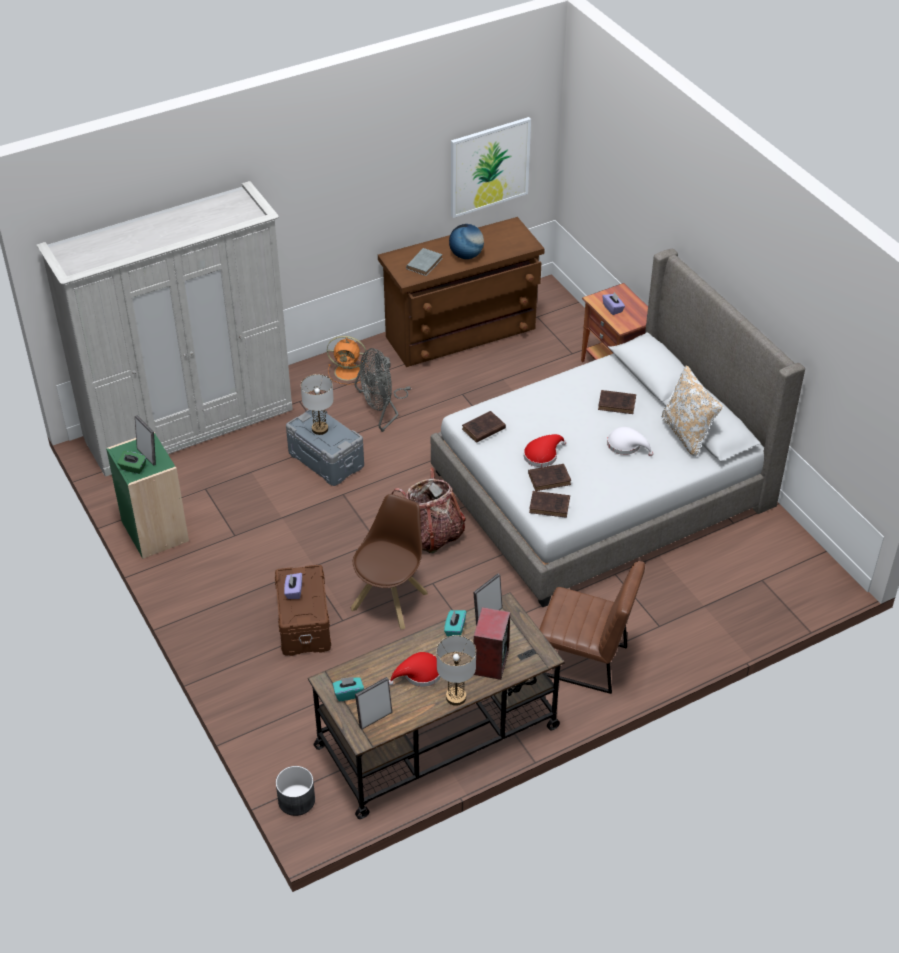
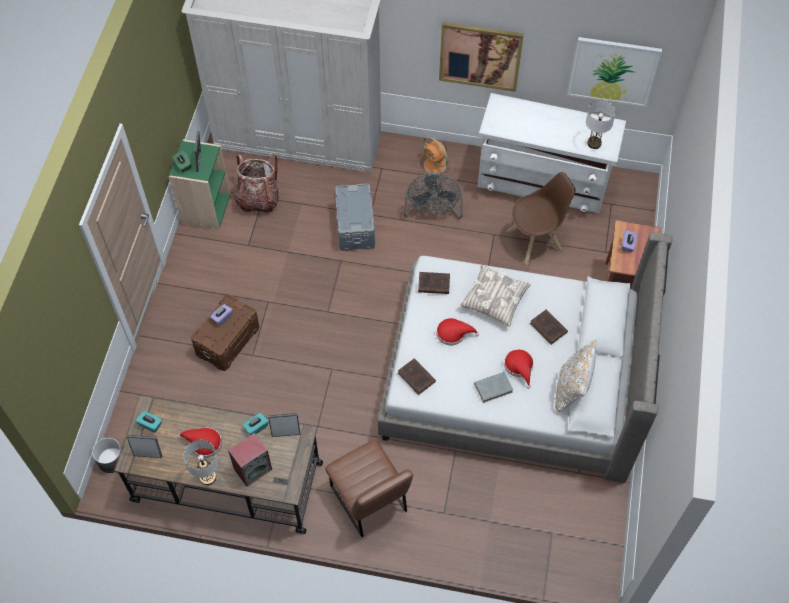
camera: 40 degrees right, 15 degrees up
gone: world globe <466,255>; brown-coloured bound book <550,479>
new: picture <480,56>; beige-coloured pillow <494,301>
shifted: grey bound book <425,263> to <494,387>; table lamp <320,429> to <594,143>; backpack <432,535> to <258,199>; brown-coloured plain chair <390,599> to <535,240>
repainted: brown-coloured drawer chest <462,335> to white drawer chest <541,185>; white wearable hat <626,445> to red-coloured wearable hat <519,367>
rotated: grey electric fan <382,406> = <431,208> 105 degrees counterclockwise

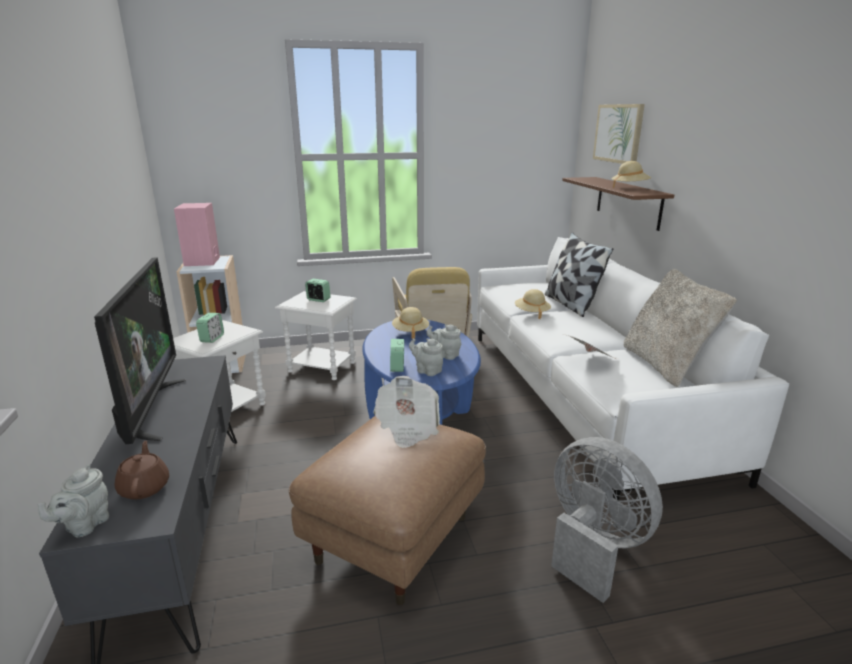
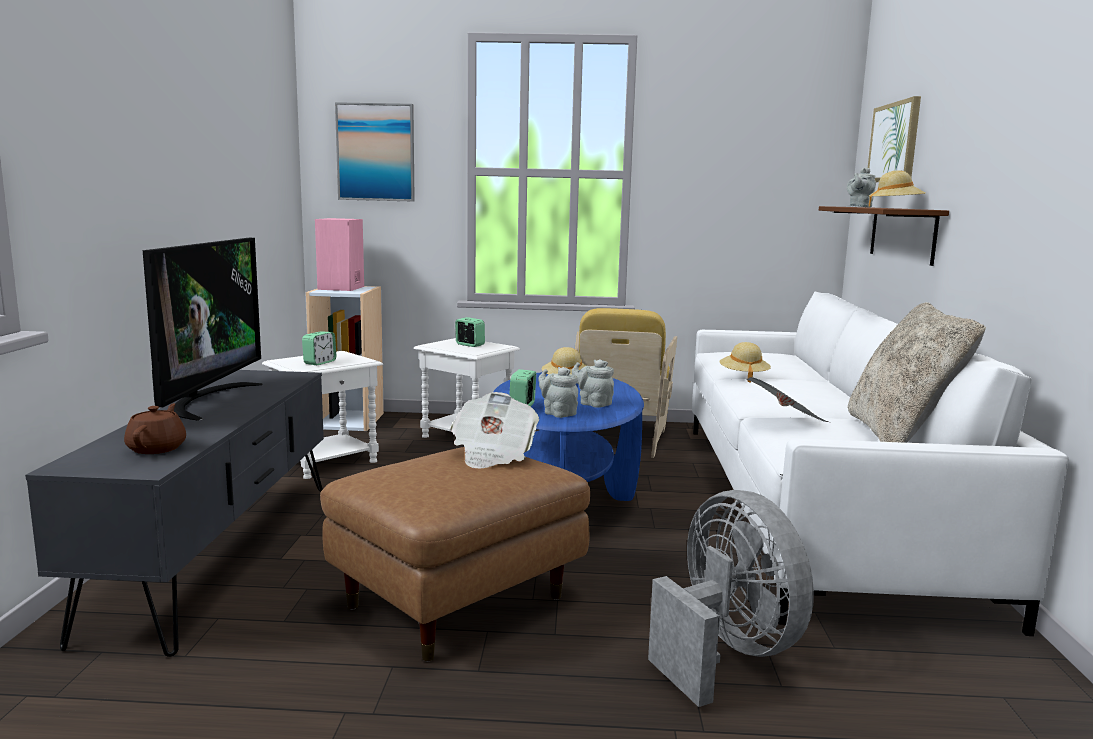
camera: 15 degrees right, 10 degrees down
gone: pillow <570,304>
new: picture <376,152>
shifted: grey teapot <85,525> to <859,207>

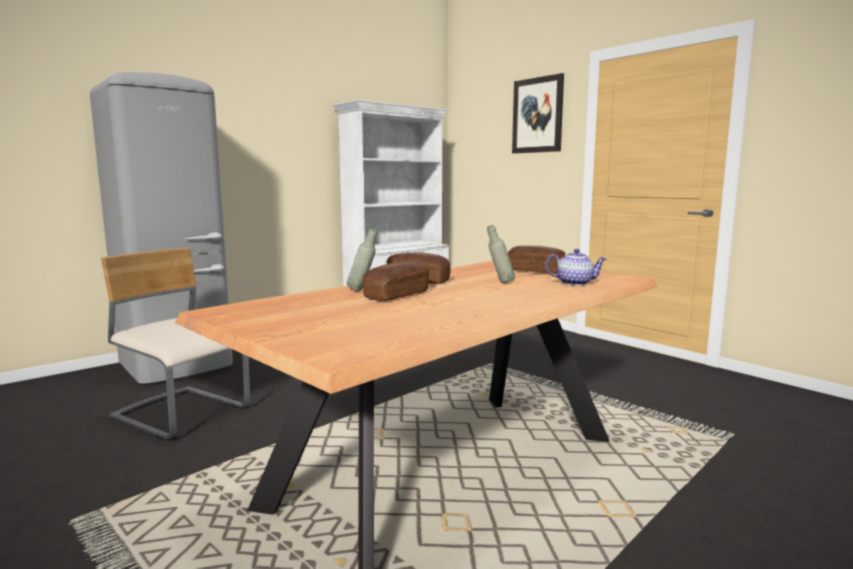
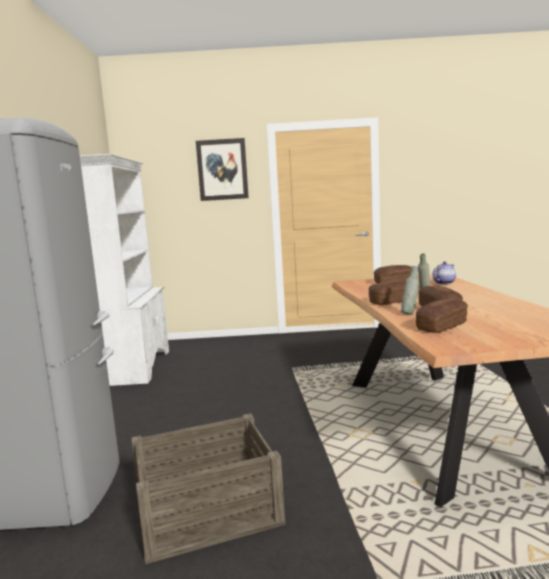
camera: 50 degrees left, 0 degrees up
new: bread <442,326>
swapped: beige-coloured plain chair <182,414> to packing crate <207,510>

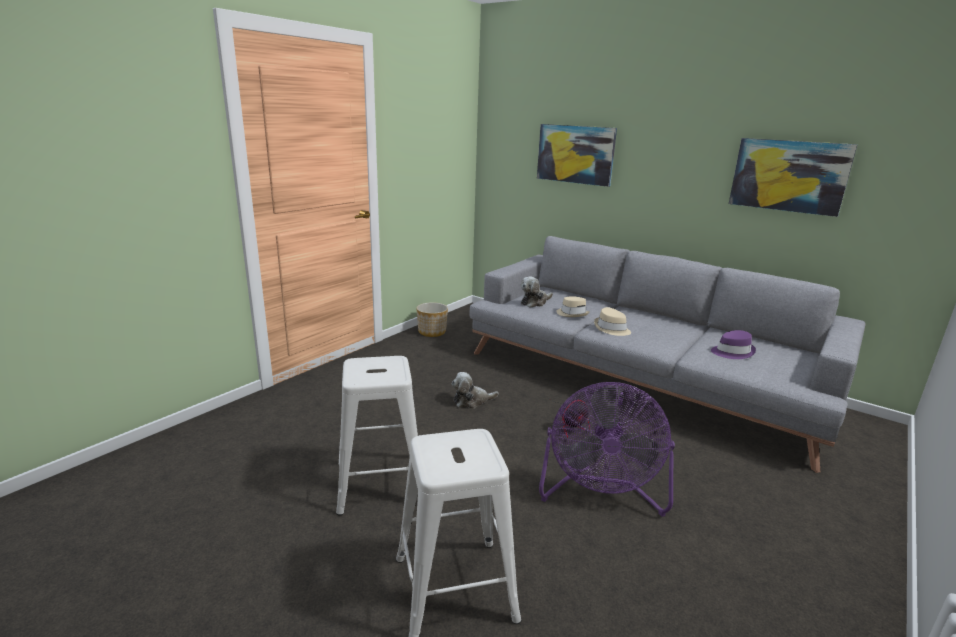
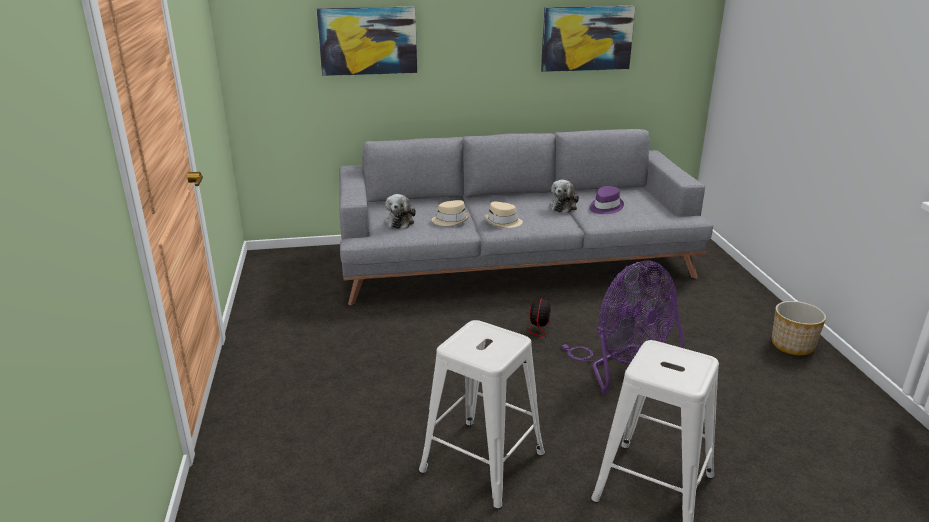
camera: 45 degrees left, 5 degrees up
shifted: flower pot <432,332> to <792,345>; cuddly toy <471,401> to <564,206>

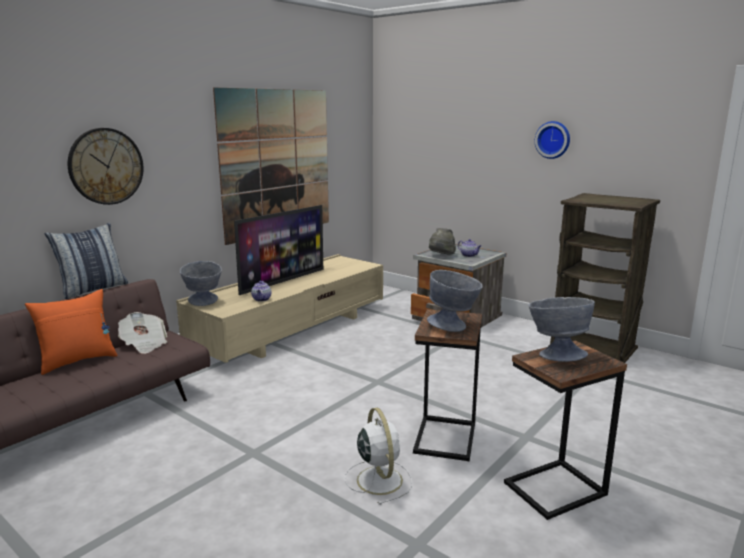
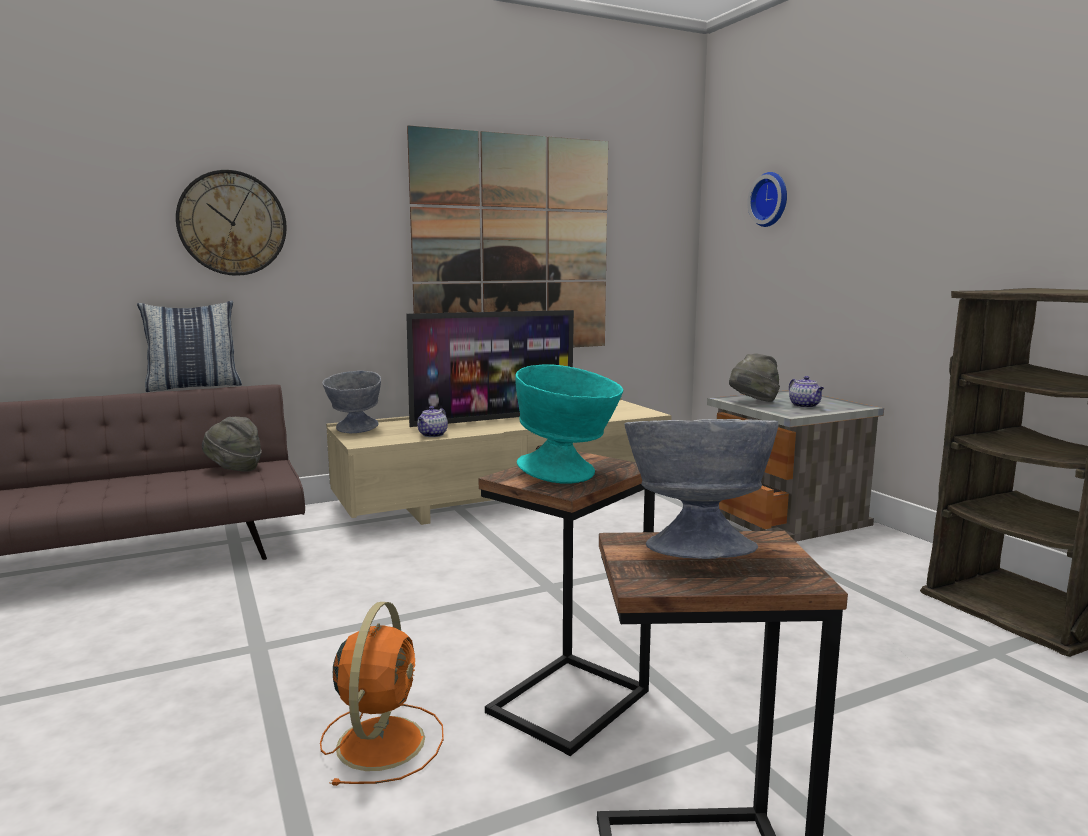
camera: 25 degrees right, 5 degrees down
gone: orange pillow <78,362>
shifted: wall clock <553,140> to <771,199>
swapped: printed paper <144,344> to grey wearable hat <234,469>
repainted: grey deep dish <454,326> to turquoise deep dish <568,476>; white electric fan <378,479> to orange electric fan <382,740>

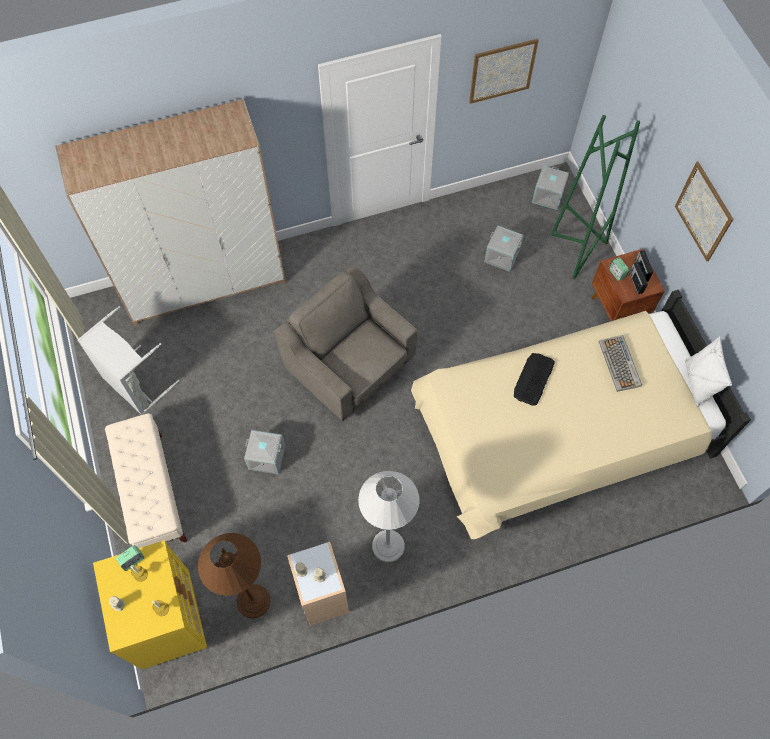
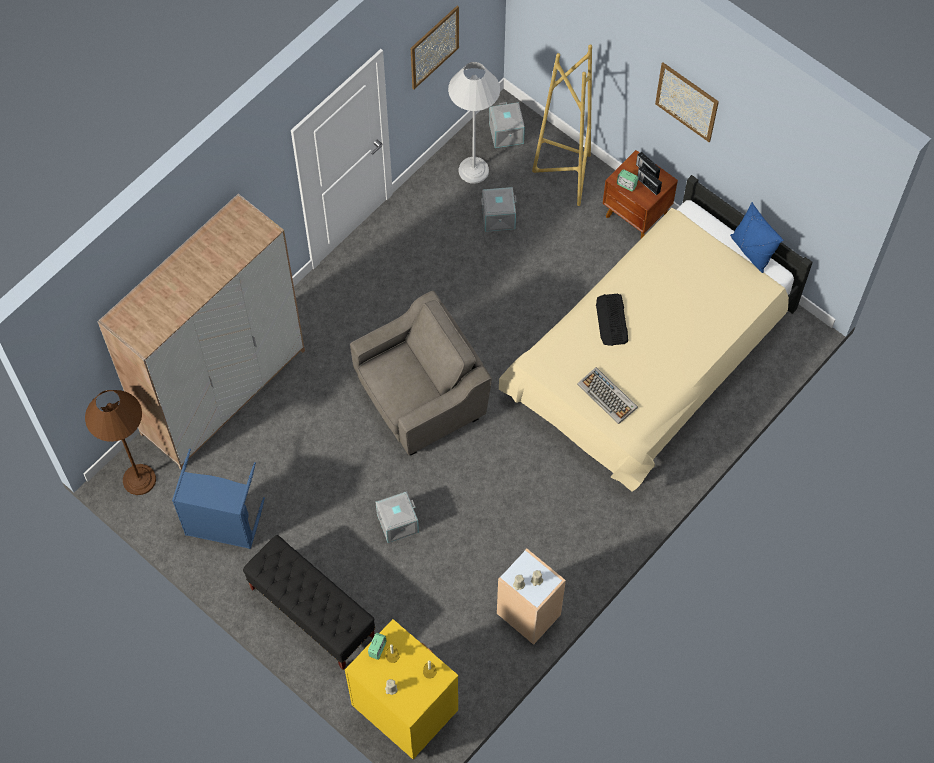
camera: 30 degrees left, 0 degrees up
shifted: PC keyboard <620,364> to <608,396>; white floor lamp <388,545> to <473,170>; brown-coloured floor lamp <253,601> to <139,479>
repainted: green clothes rack <577,252> to yellow clothes rack <567,177>; grey laundry basket <134,385> to blue laundry basket <222,525>; white pillow <697,382> to blue pillow <751,251>; beige-coloured indoor bench <152,493> to black-coloured indoor bench <312,612>
rotated: grey lounge chair <350,366> = <421,398> 135 degrees clockwise

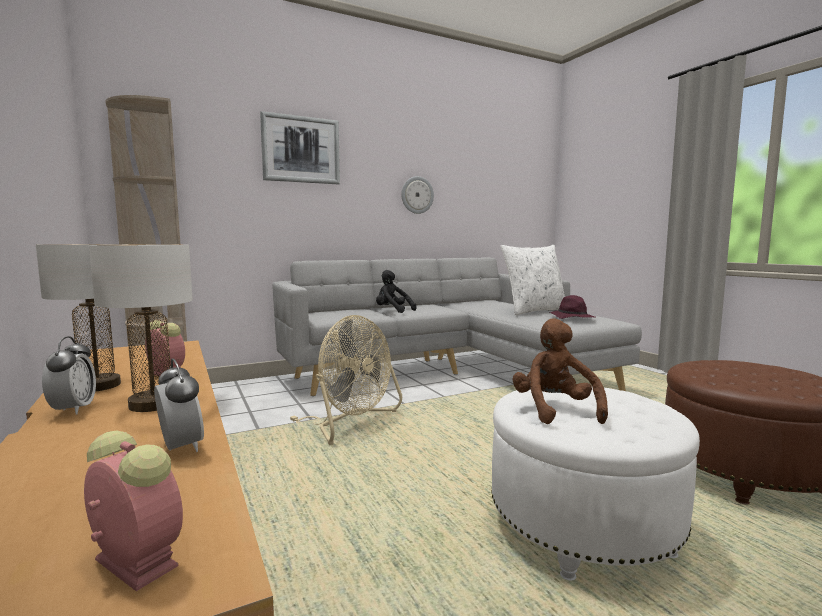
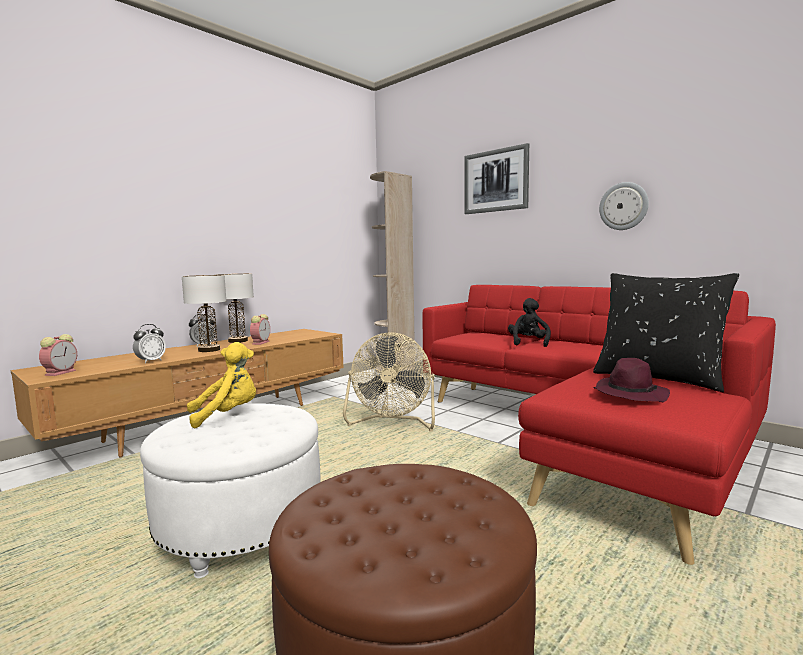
camera: 70 degrees right, 0 degrees up
repainted: white pillow <534,311> to black-coloured pillow <658,378>; grey couch <456,374> to red-coloured couch <584,437>; brown-coloured cuddly toy <555,410> to yellow cuddly toy <227,415>

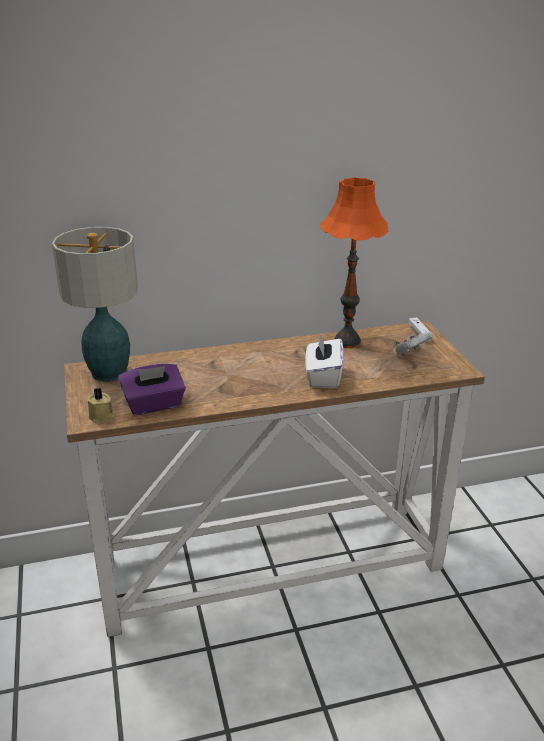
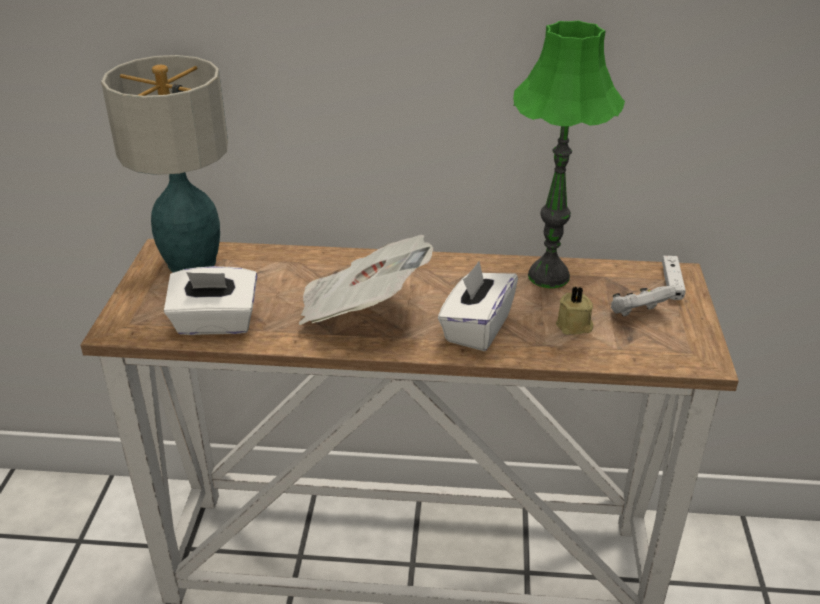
camera: 20 degrees right, 5 degrees up
new: printed paper <361,310>
shifted: beige-coloured candle <102,416> to <574,326>
repainted: orange table lamp <347,342> to green table lamp <548,277>; purple-coloured tissue holder <154,405> to white tissue holder <215,323>

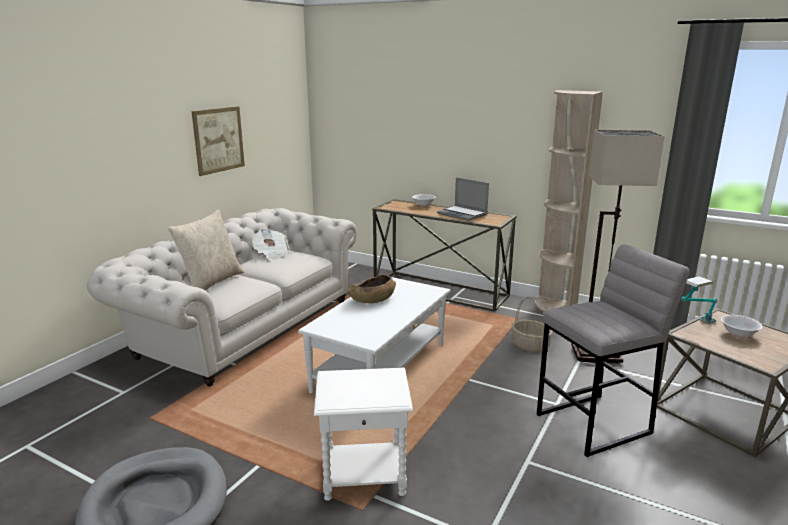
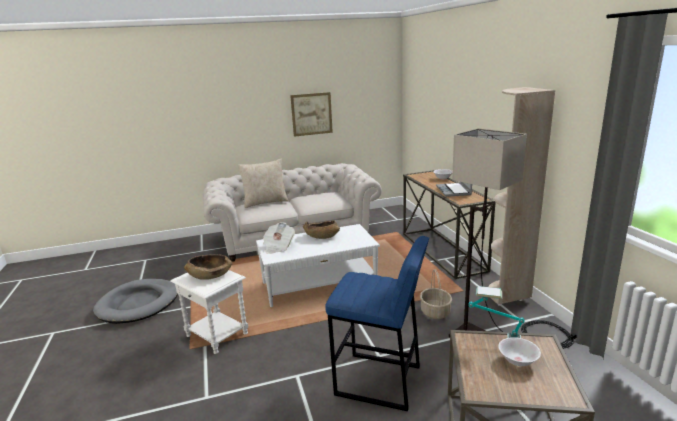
camera: 45 degrees right, 0 degrees up
new: brown-coloured deep dish <210,275>
shifted: printed paper <271,254> to <278,247>
repainted: grey stool <595,423> to blue stool <380,381>

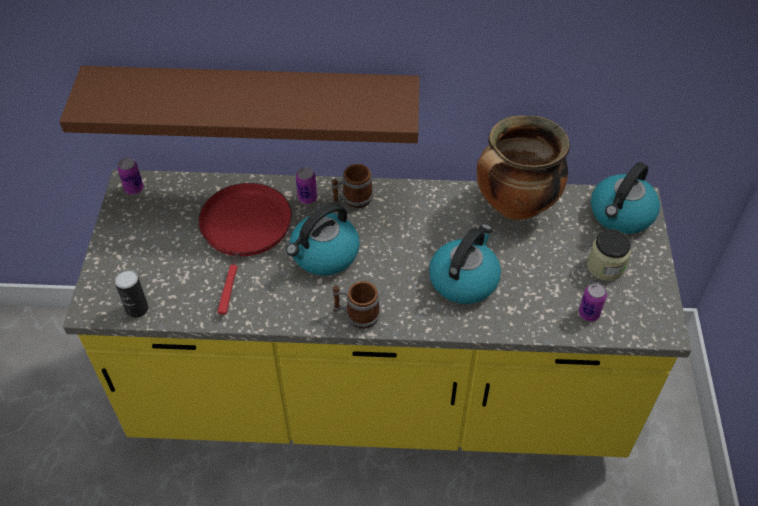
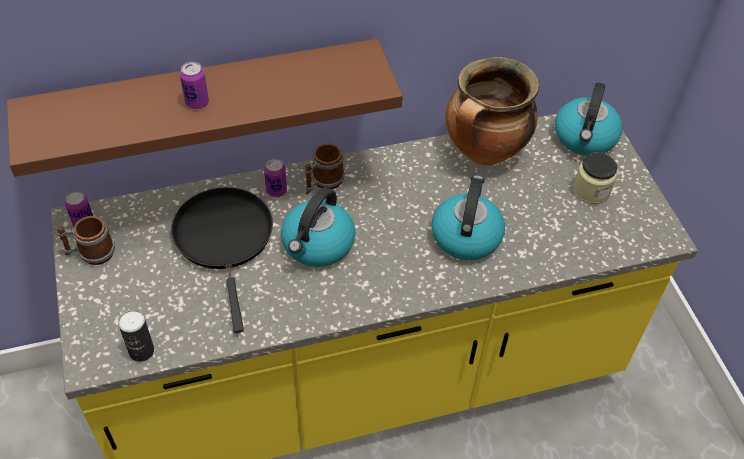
camera: 20 degrees left, 0 degrees up
shifted: mug <356,315> to <90,253>; metal can <589,314> to <197,102>
repainted: red-coloured pan <245,230> to black-coloured pan <225,239>

